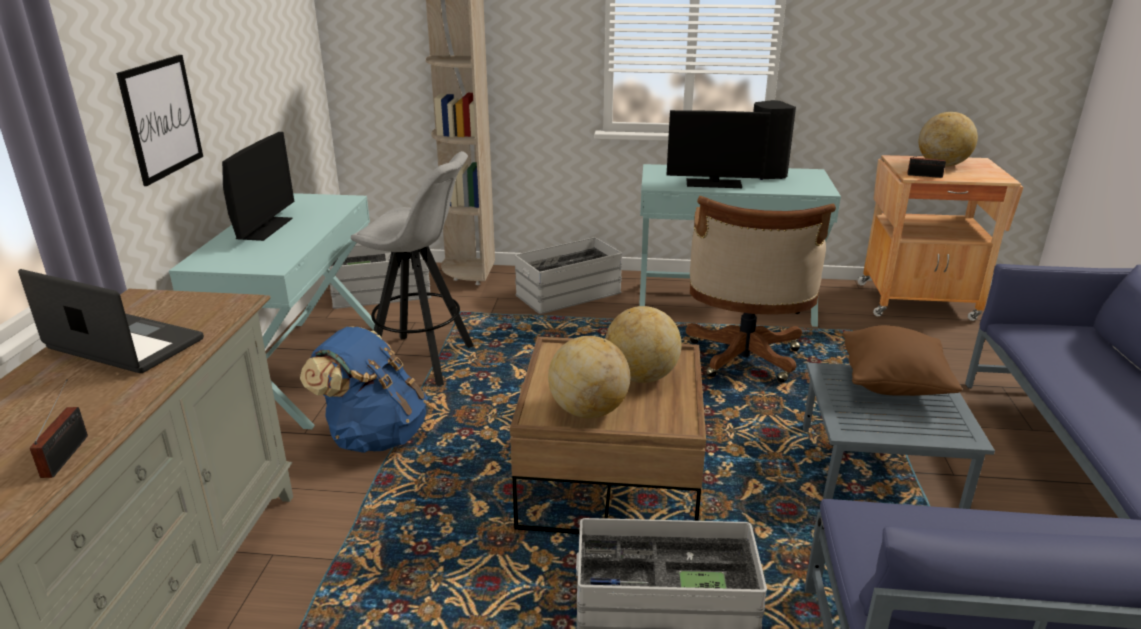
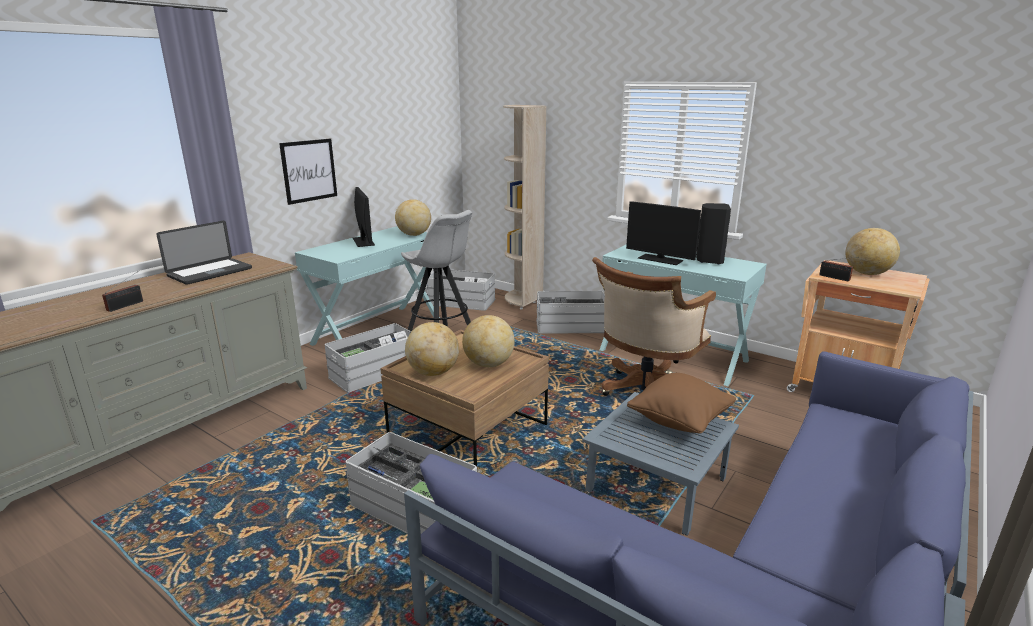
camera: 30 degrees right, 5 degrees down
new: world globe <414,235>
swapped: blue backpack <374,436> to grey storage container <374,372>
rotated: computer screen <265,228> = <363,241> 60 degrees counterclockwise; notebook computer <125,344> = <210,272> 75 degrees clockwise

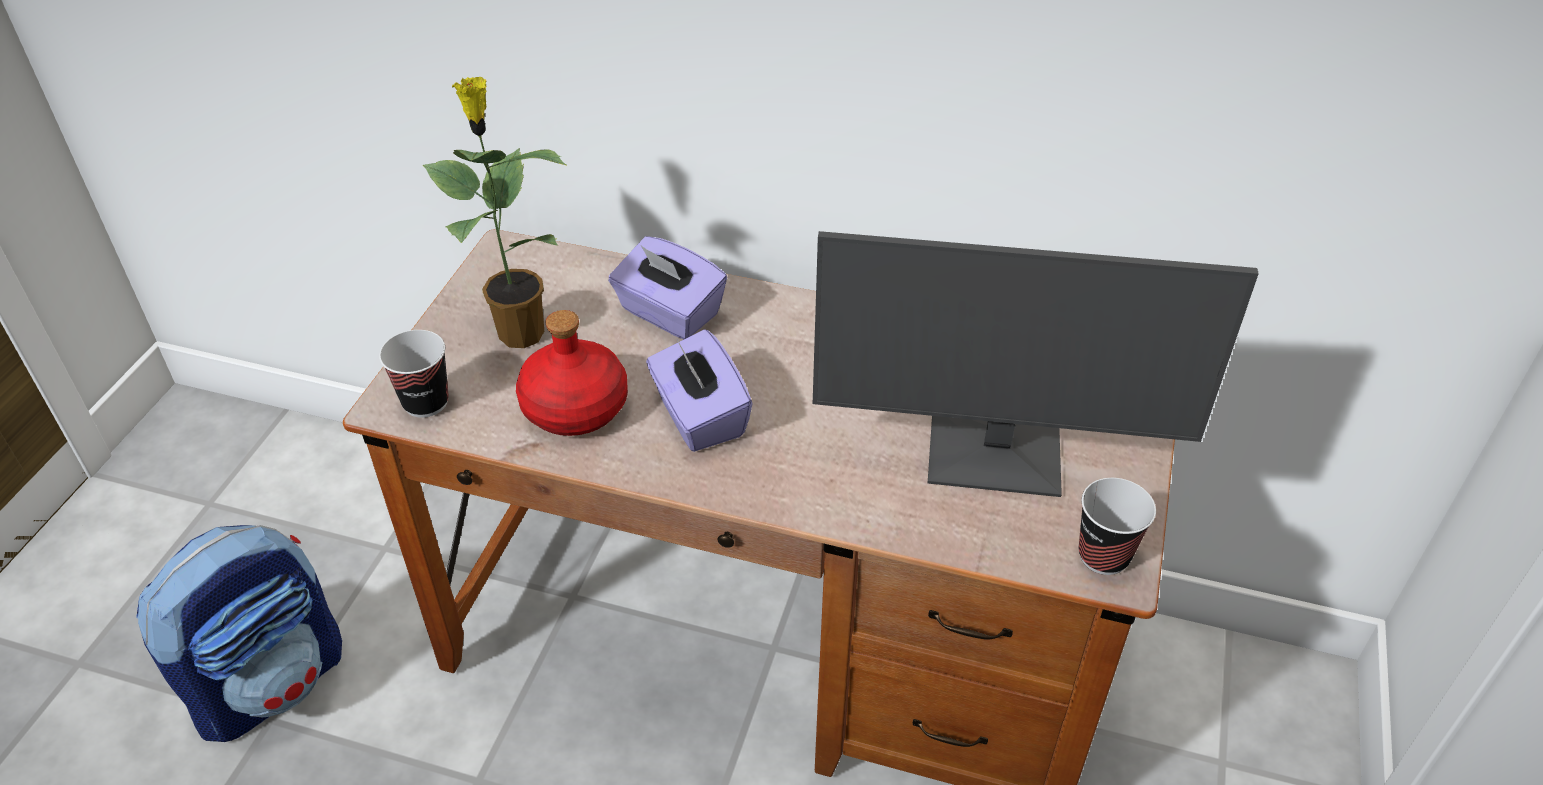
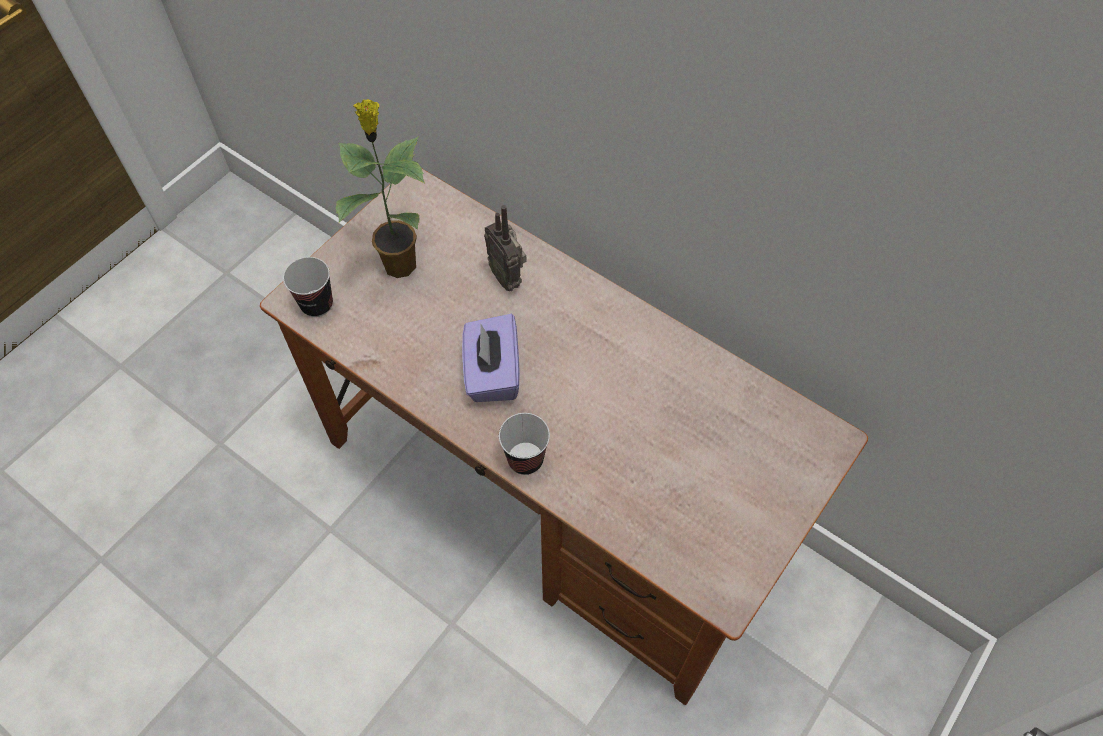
camera: 20 degrees right, 15 degrees up
gone: computer screen <995,455>; red-coloured drink bottle <576,406>; backpack <271,681>
shifted: drinking cup <1103,556> to <525,459>
swapped: purple-coloured tissue holder <669,313> to radio <507,277>

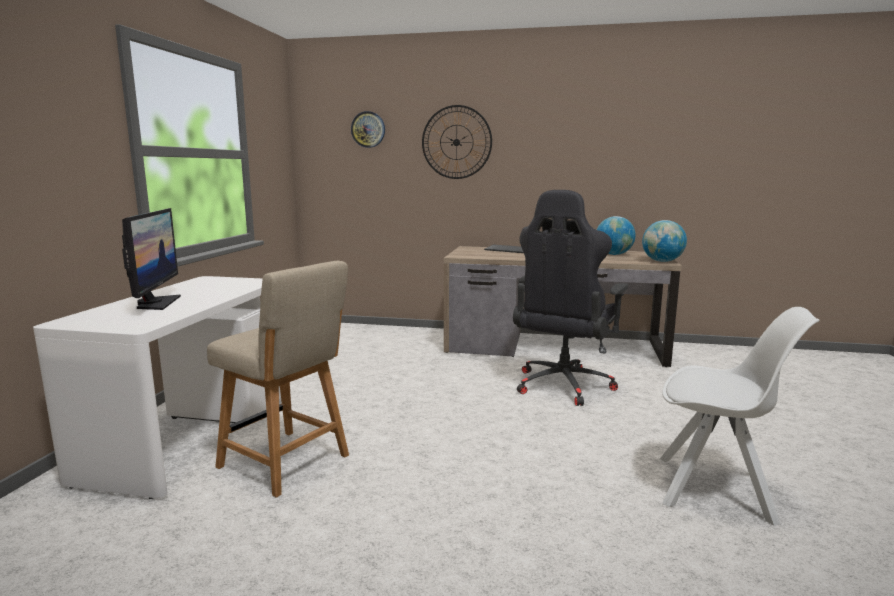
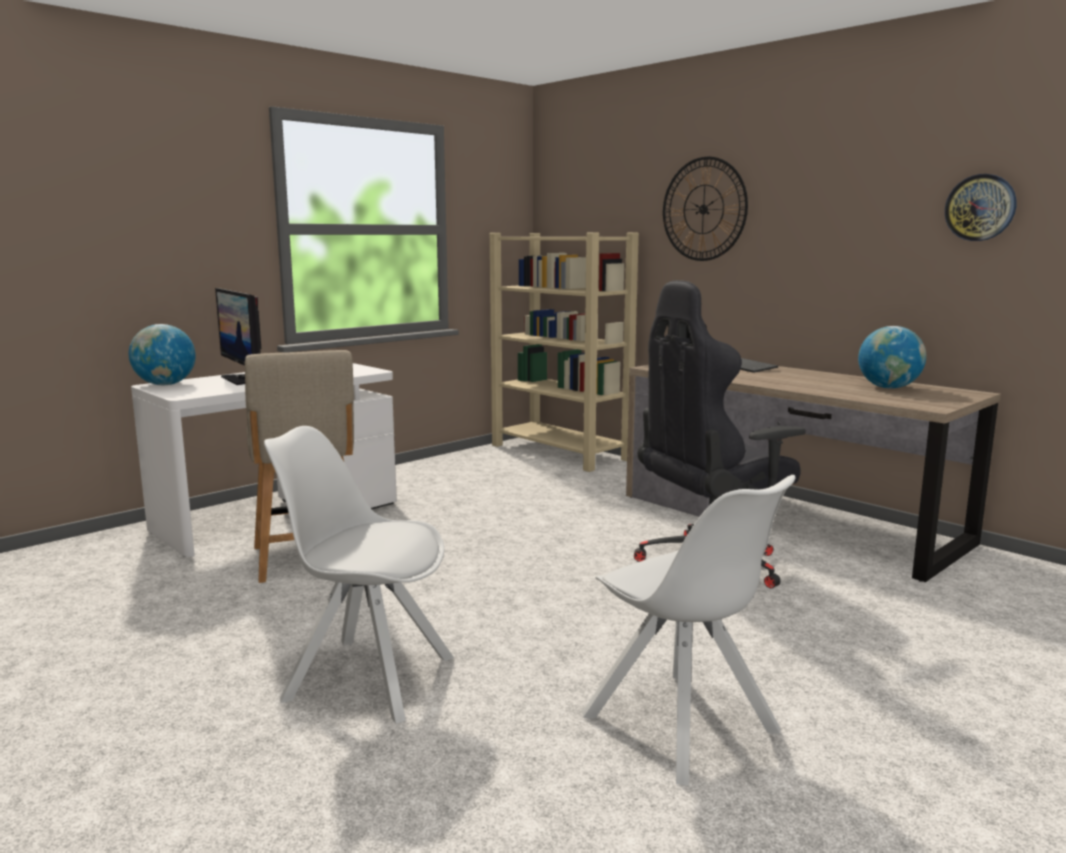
camera: 35 degrees right, 0 degrees up
new: beige-coloured bookshelf <560,452>; white plain chair <367,678>
shifted: wall clock <368,129> to <980,207>; world globe <662,261> to <165,385>
rotated: computer screen <156,303> = <244,379> 120 degrees clockwise

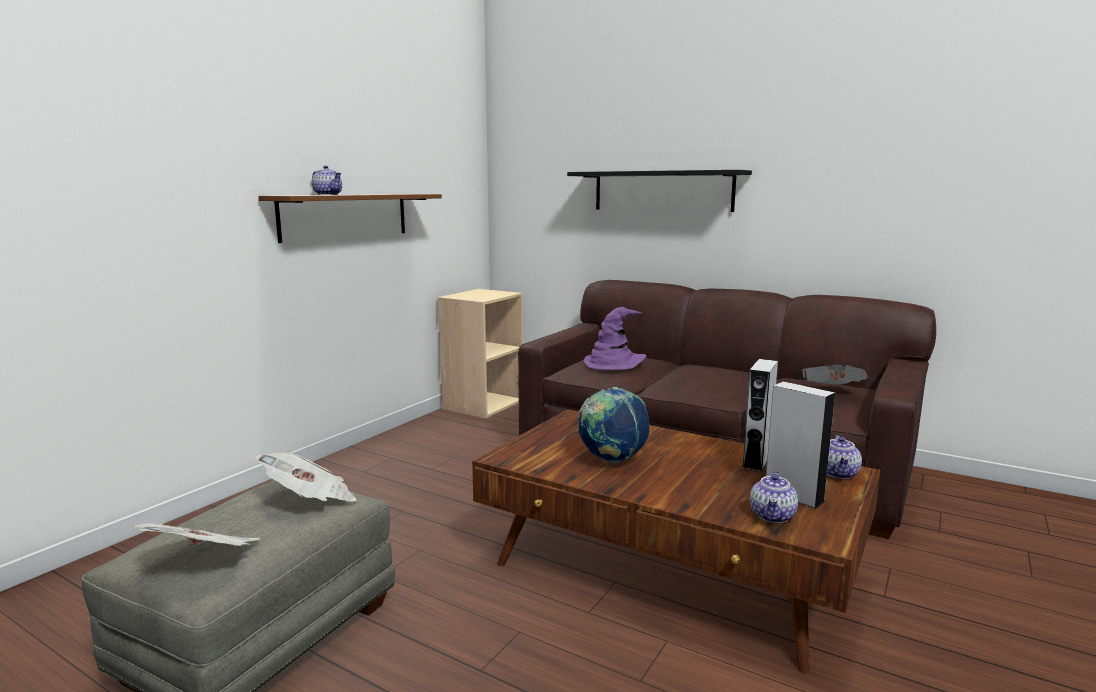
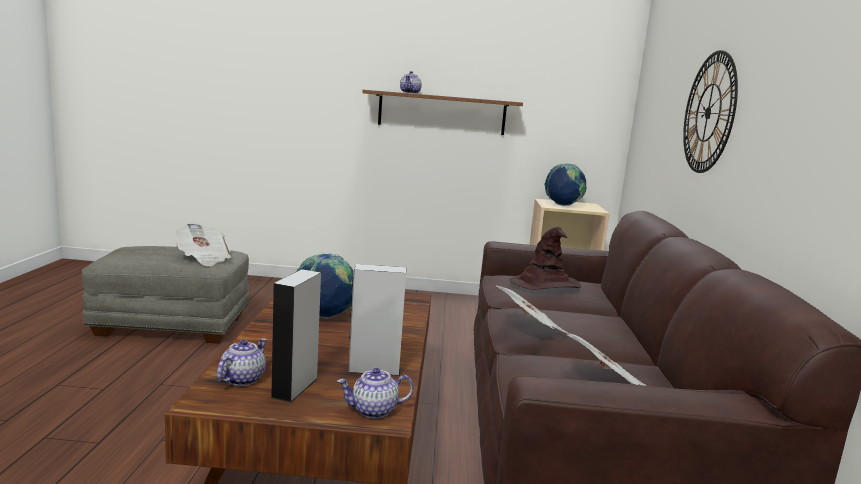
camera: 60 degrees right, 0 degrees up
new: world globe <563,205>
shifted: printed paper <204,560> to <530,328>
swapped: black-coloured shelf <662,191> to wall clock <708,112>
repainted: purple-coloured wearable hat <614,362> to brown-coloured wearable hat <545,284>
rotated: teapot <773,516> = <242,379> 120 degrees clockwise

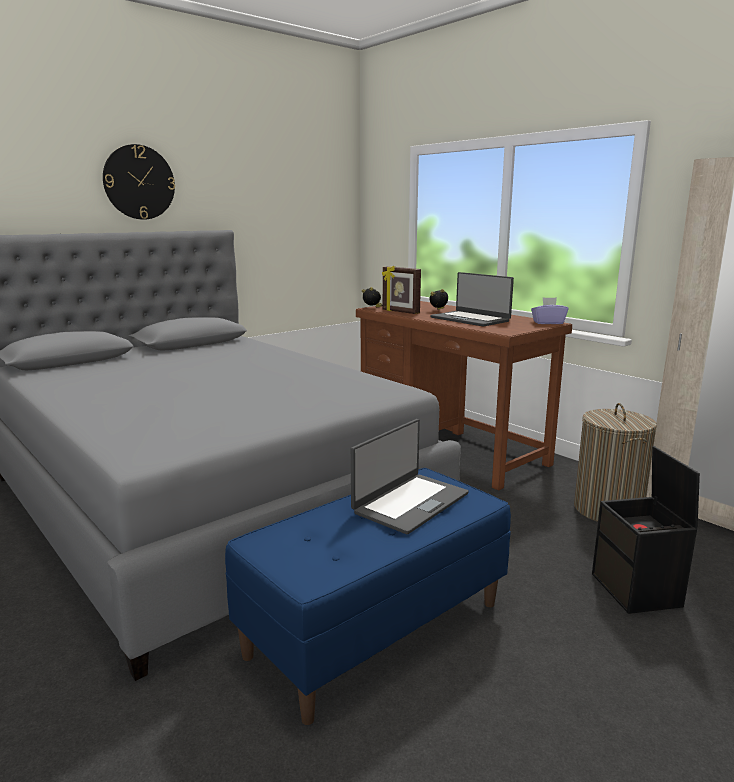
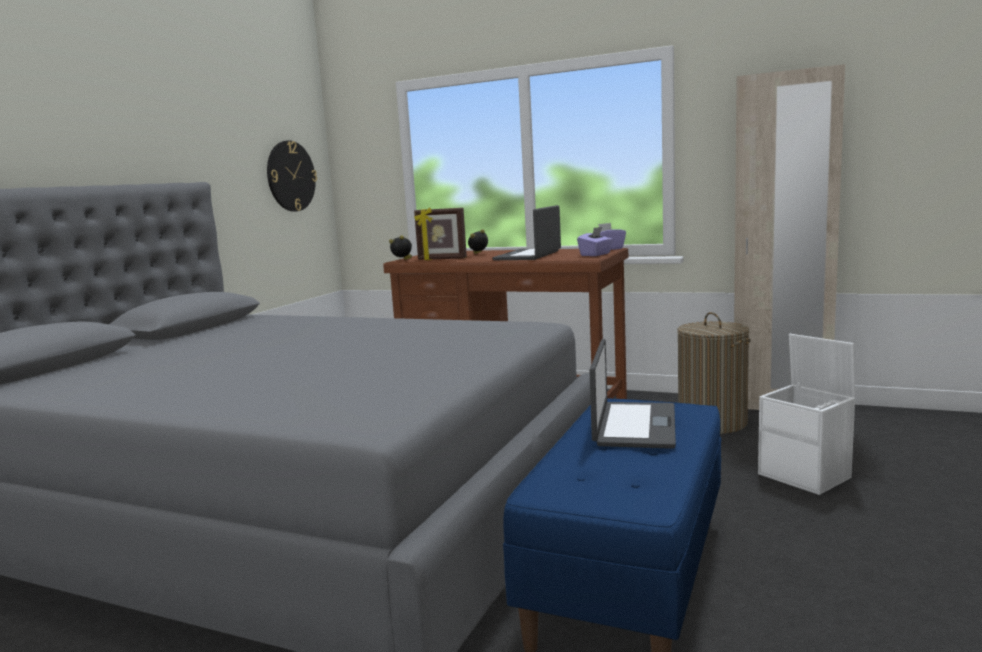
camera: 25 degrees left, 5 degrees down
new: purple-coloured tissue holder <596,254>
shifted: wall clock <139,182> to <291,176>
repainted: black-coloured storage container <637,591> to white storage container <806,476>
rotated: notebook computer <470,319> = <529,255> 90 degrees clockwise

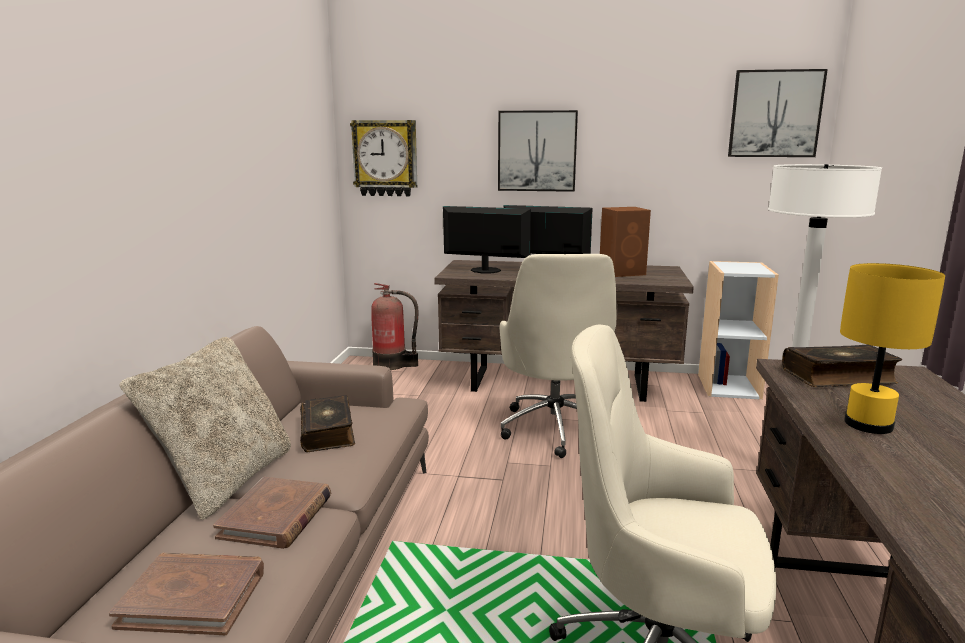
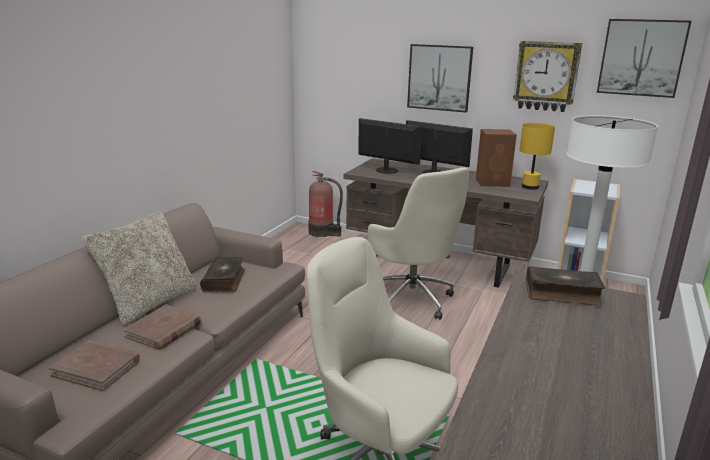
camera: 15 degrees right, 5 degrees up
shifted: wall clock <385,158> to <546,76>; yellow table lamp <867,424> to <529,187>
rotated: beige-coloured office chair <554,429> = <412,299> 45 degrees counterclockwise

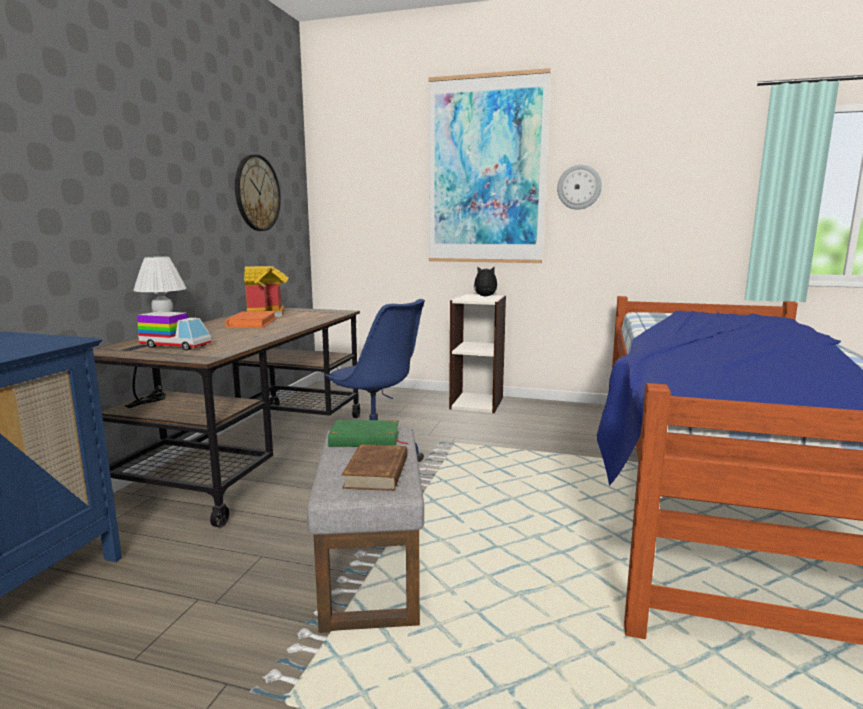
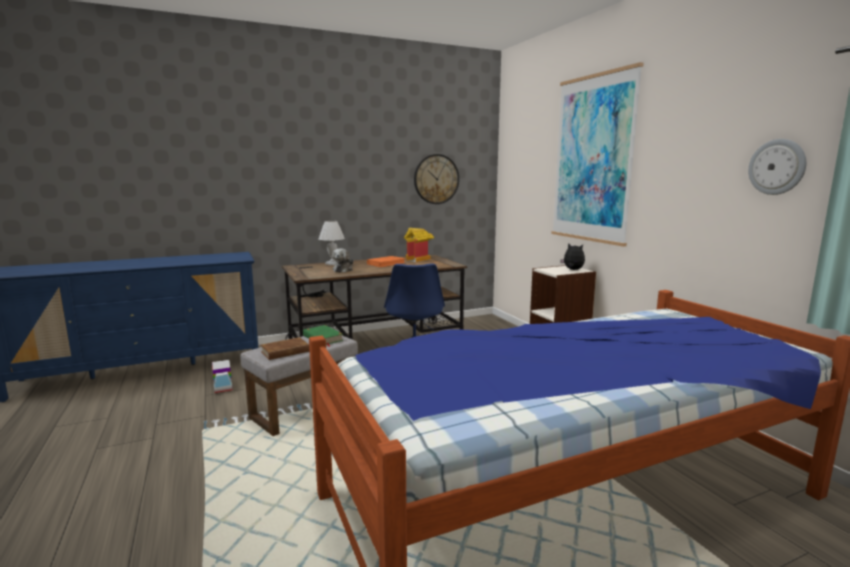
camera: 50 degrees right, 0 degrees up
new: cuddly toy <343,270>
shifted: wall clock <579,187> to <777,167>; toy truck <176,346> to <223,385>

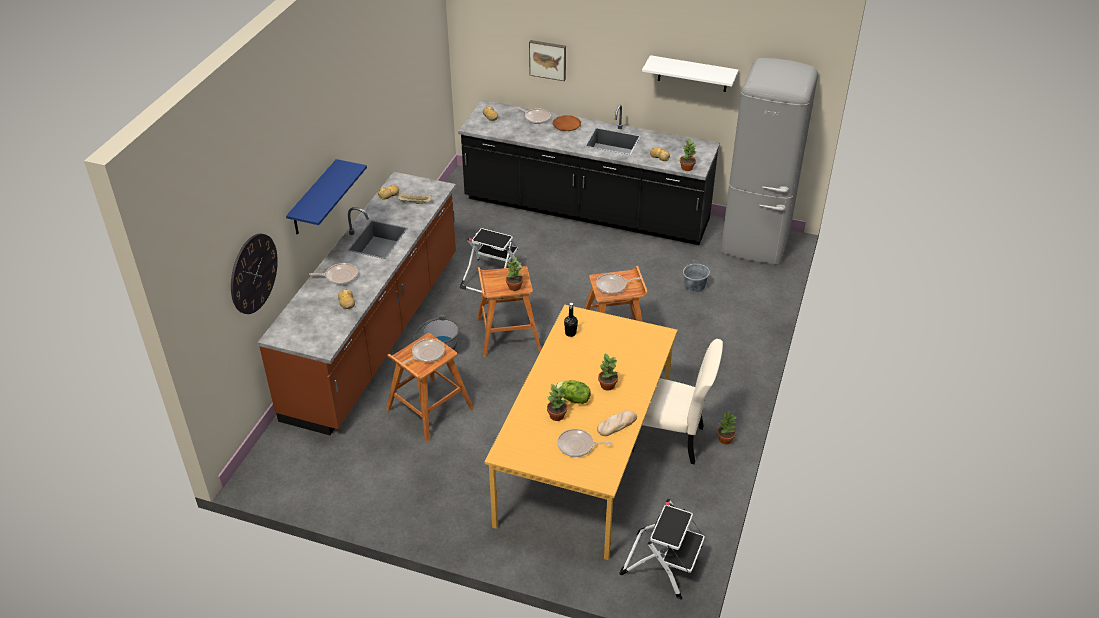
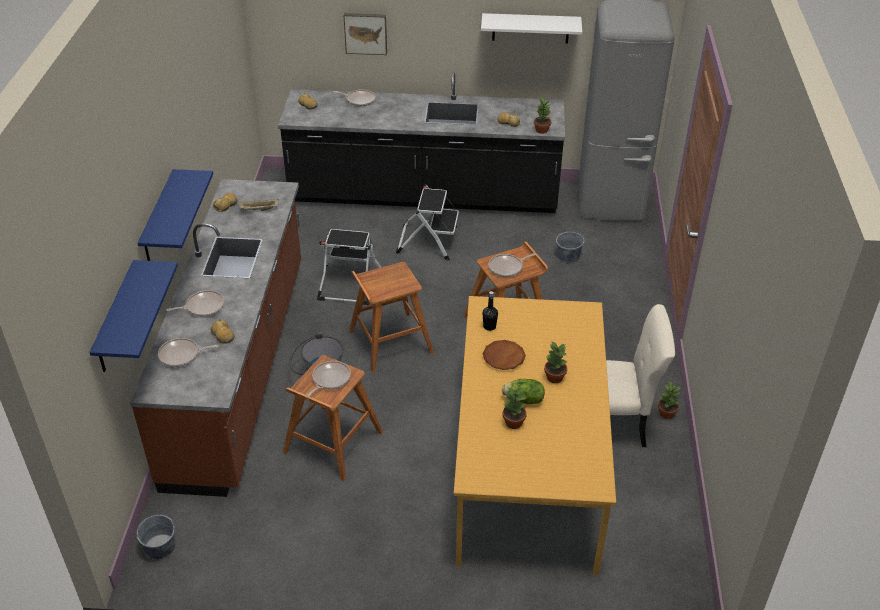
camera: 15 degrees left, 0 degrees up
gone: potted plant <514,287>; bread <617,424>
new: grey water bucket <159,547>
shifted: brown-coloured dinner plate <566,125> to <503,357>; pan <577,446> to <181,355>; stepladder <662,562> to <428,240>
swapped: wall clock <253,273> to blue shelf <116,319>

